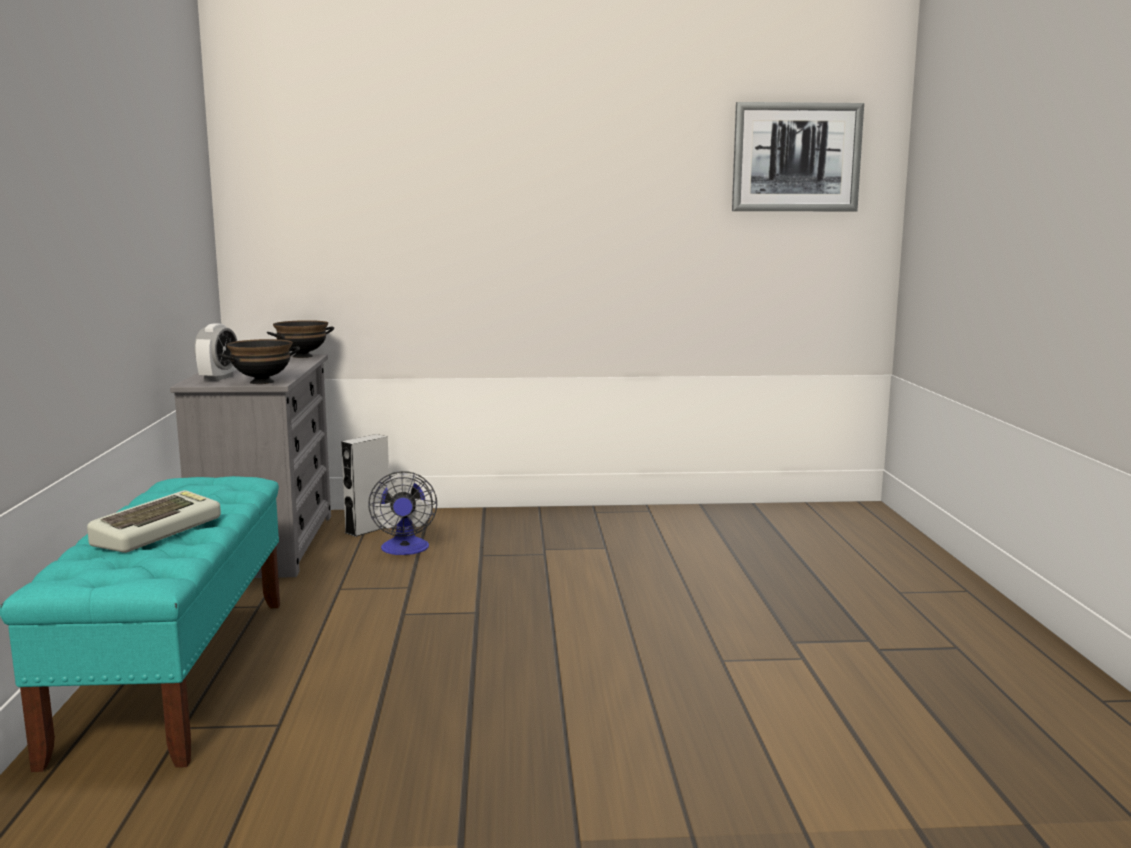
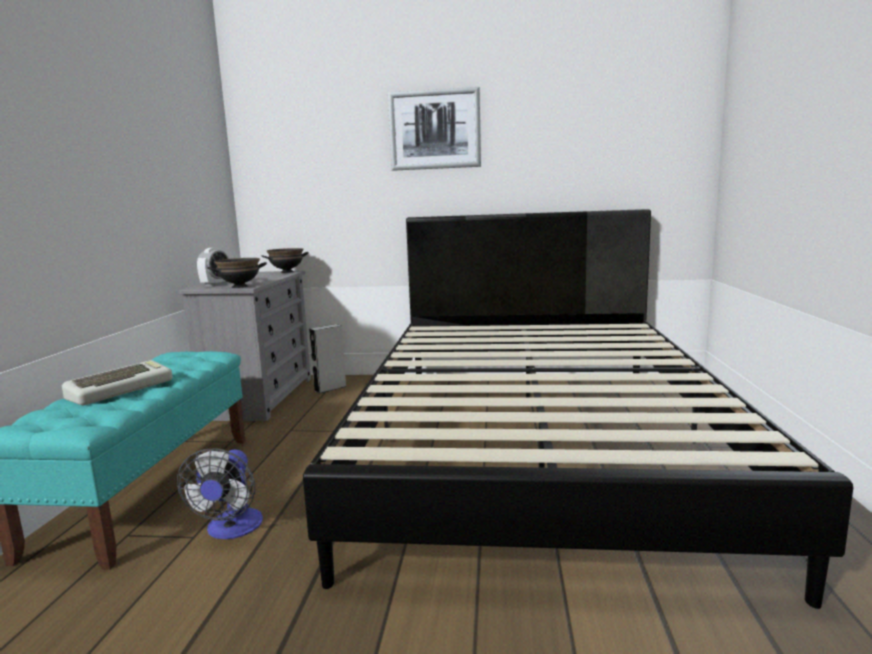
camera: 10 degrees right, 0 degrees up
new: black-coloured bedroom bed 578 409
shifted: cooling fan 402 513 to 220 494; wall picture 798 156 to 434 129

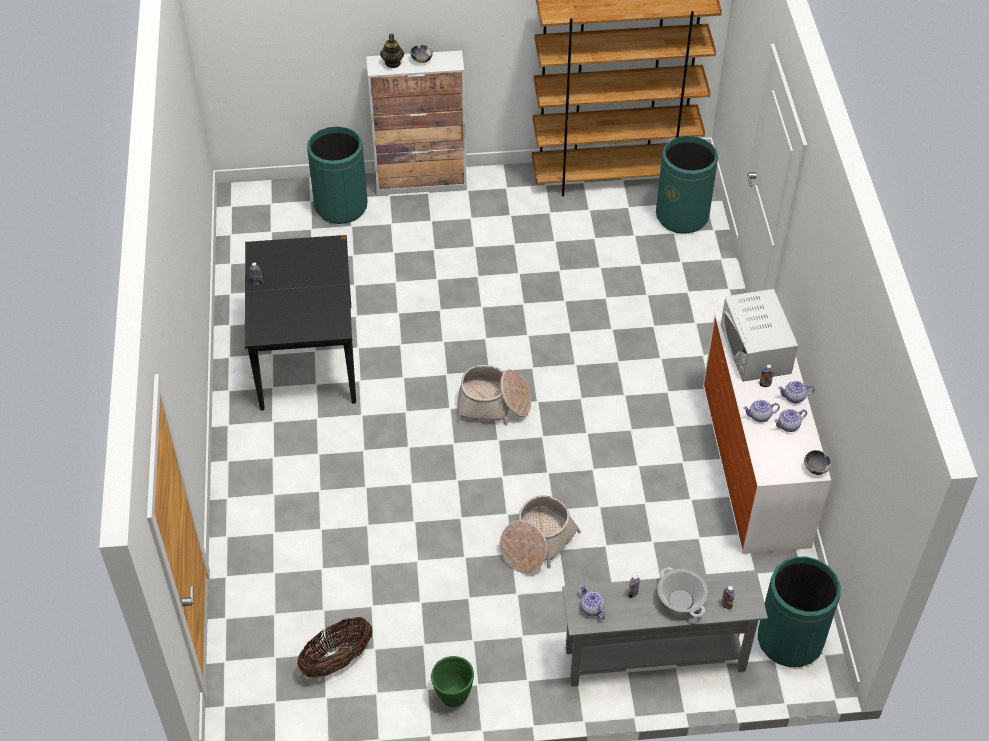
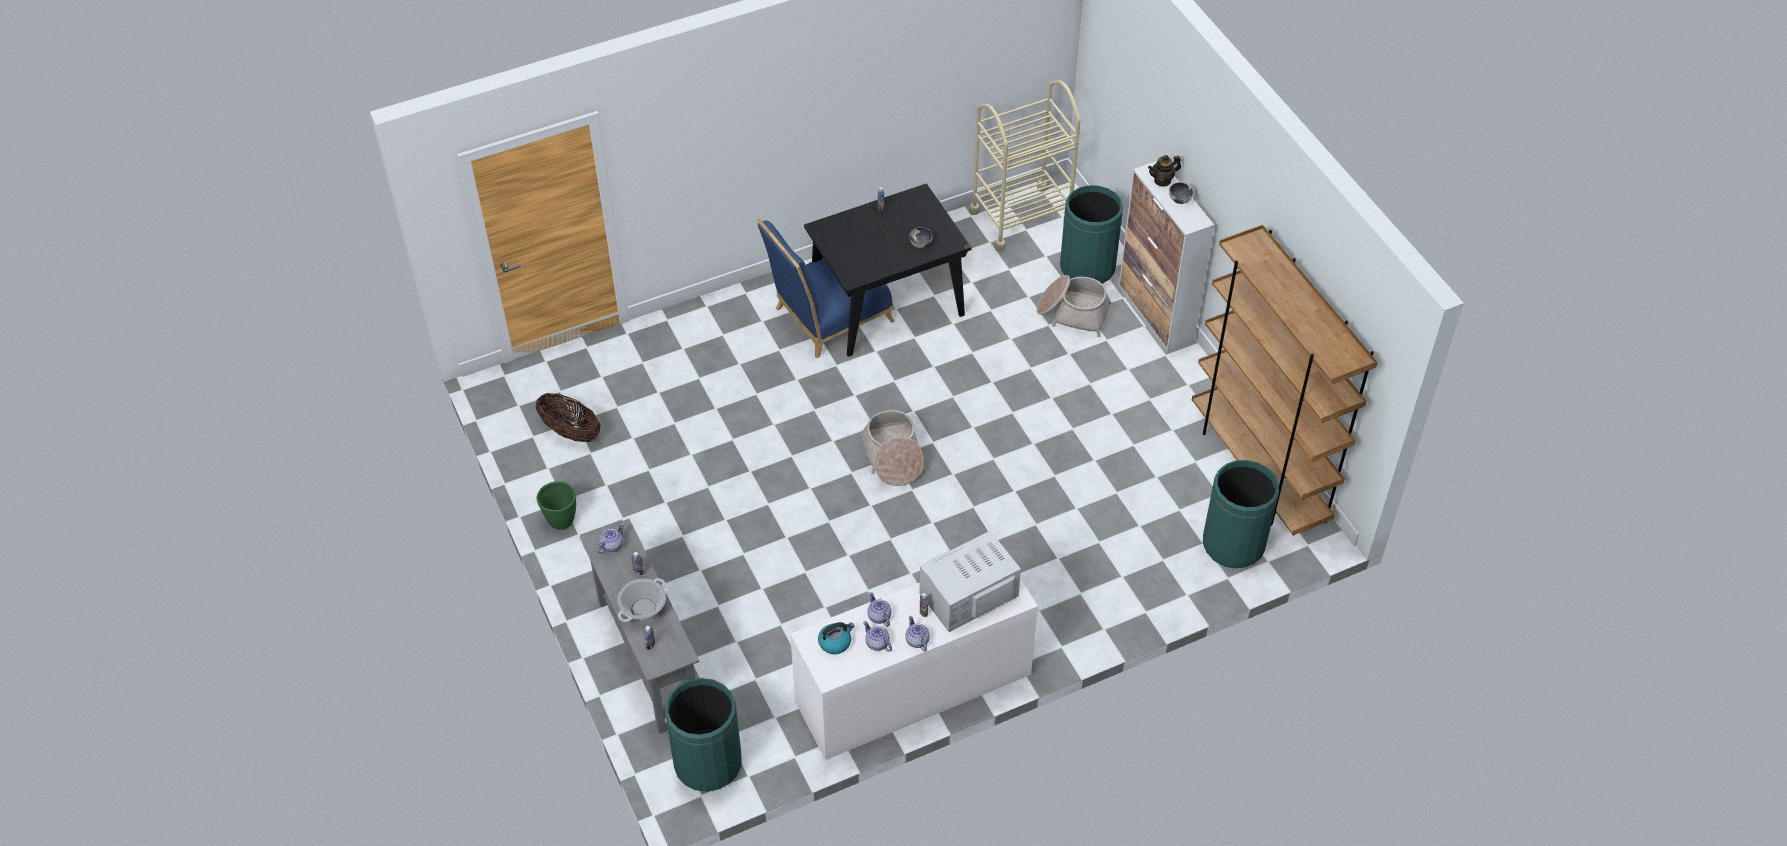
camera: 70 degrees right, 0 degrees up
new: bluish plain chair 826 288; tea kettle 836 638; beige-coloured trolley 1025 166
shifted: household basket 540 534 to 1074 306; serving bowl 817 462 to 921 237

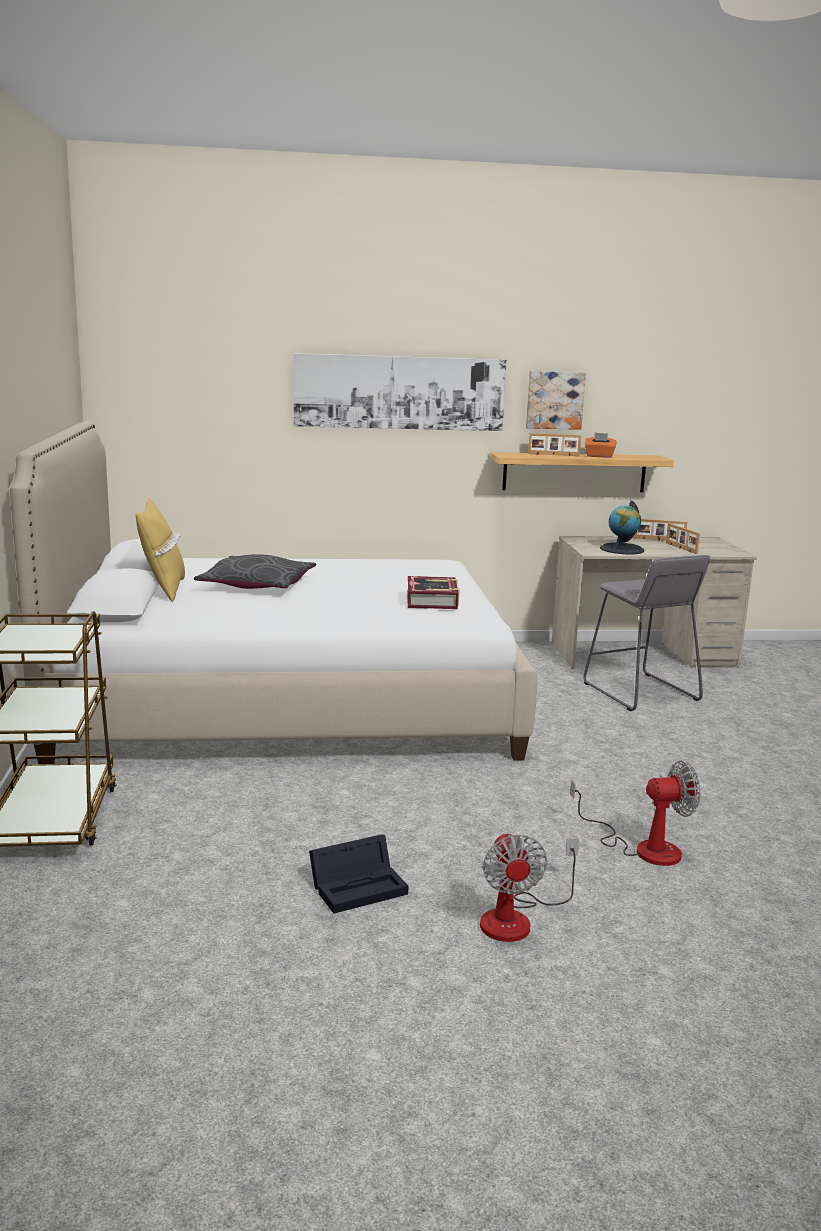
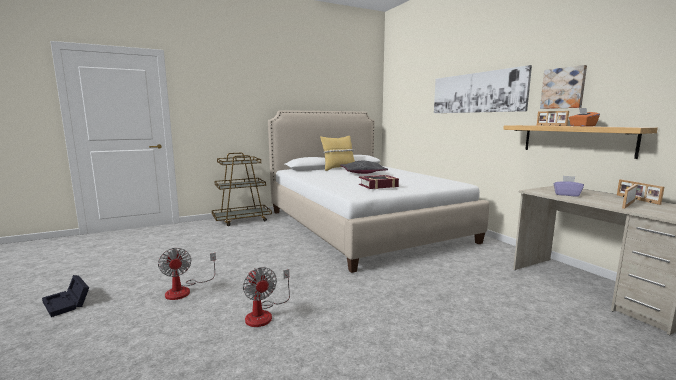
camera: 70 degrees right, 5 degrees down
gone: grey sitting stool 647 633
shifted: black-coloured storage bin 358 874 to 65 296
swapped: globe 622 527 to purplish box of tissues 569 186
rotated: cooling fan 529 887 = 187 274 90 degrees counterclockwise

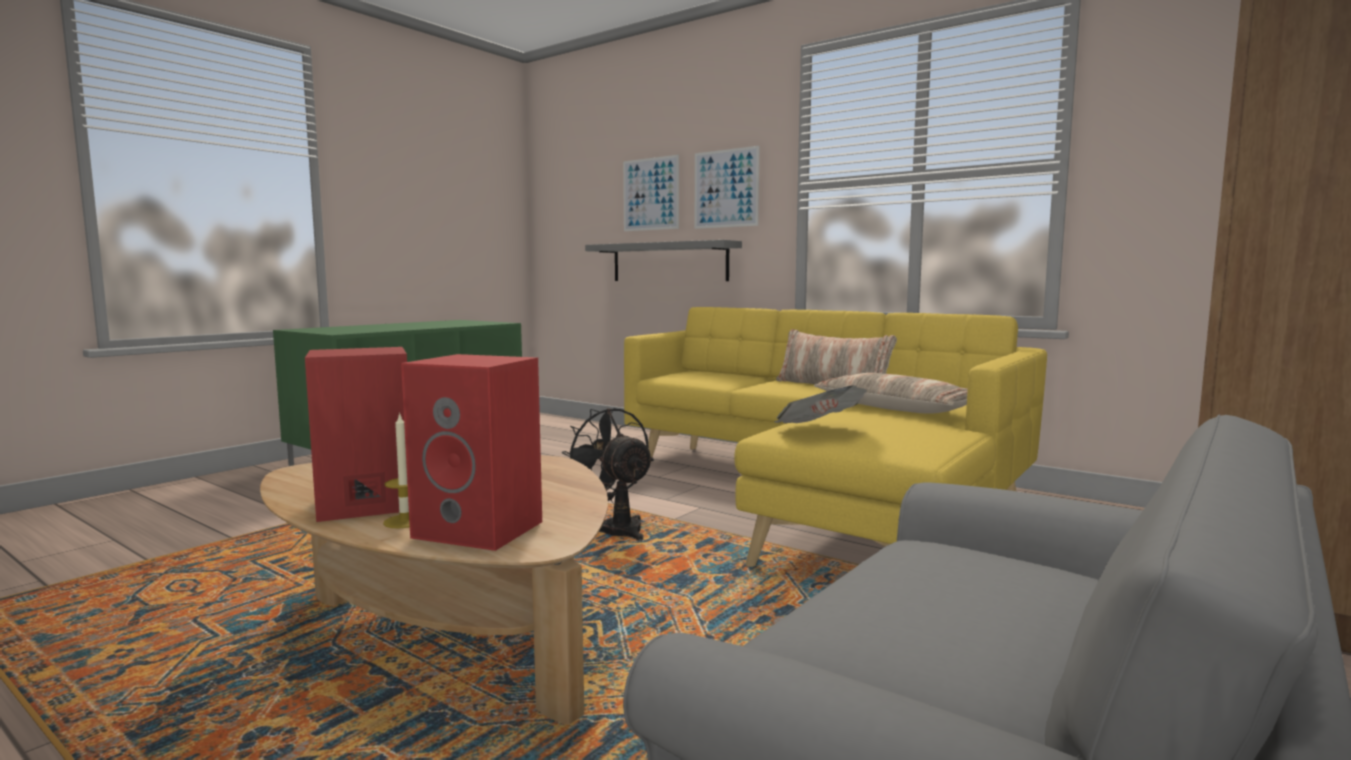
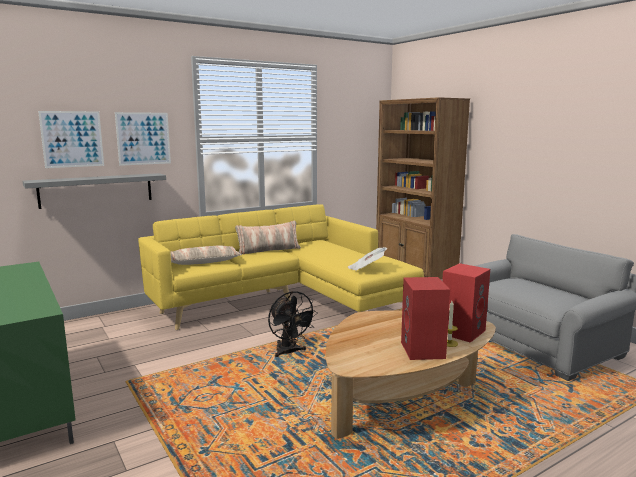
camera: 70 degrees left, 5 degrees up
shifted: throw pillow 891 393 to 206 255
rotated: black-coloured cooling fan 608 474 = 293 324 105 degrees counterclockwise

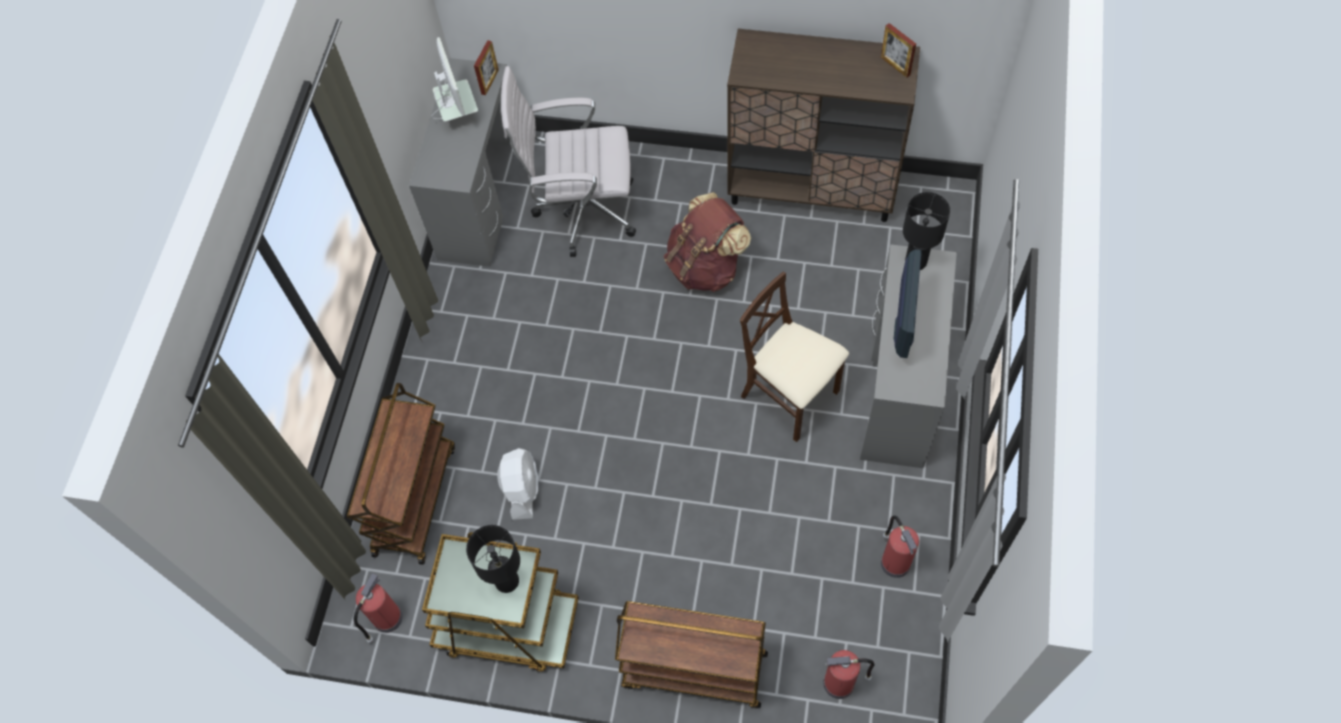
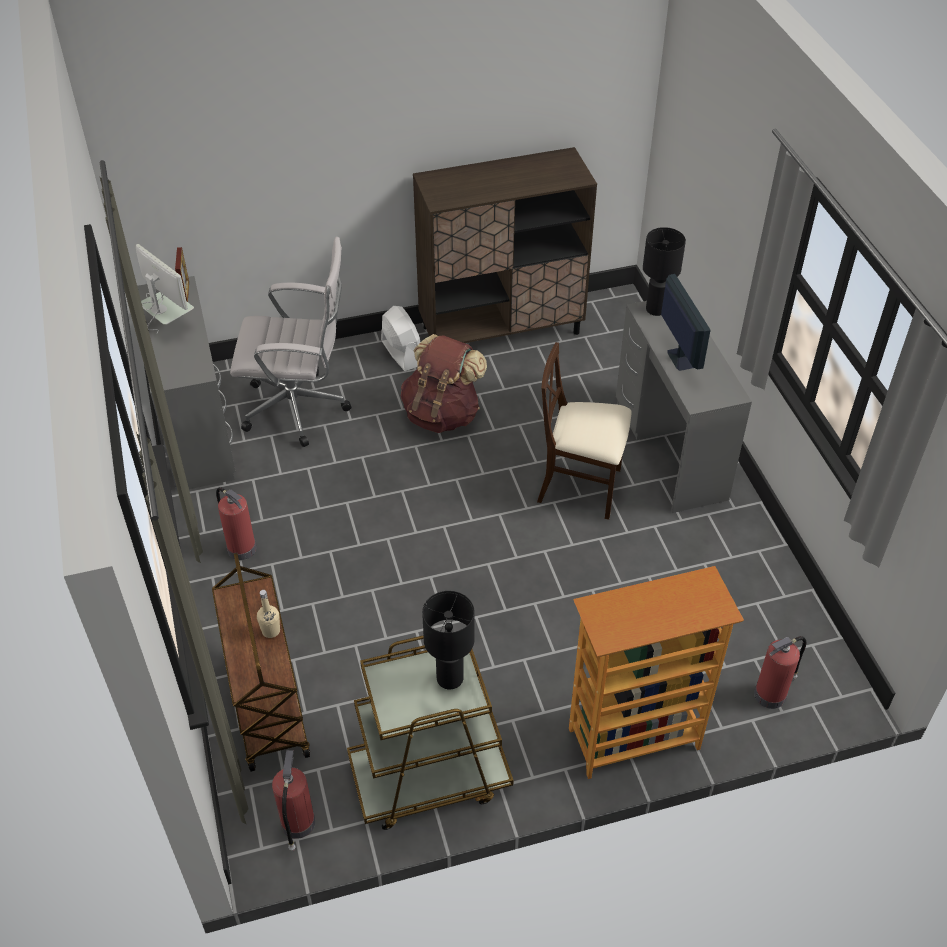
camera: 30 degrees left, 15 degrees down
gone: standing frame 898 50
new: beige-coloured beverage bottle 268 614
shifted: white cooling fan 517 484 to 401 338; extinguisher 900 546 to 236 523
swapped: brown-coloured trolley 691 654 to bookcase 656 672
rotated: white computer chair 568 161 = 290 342 150 degrees counterclockwise

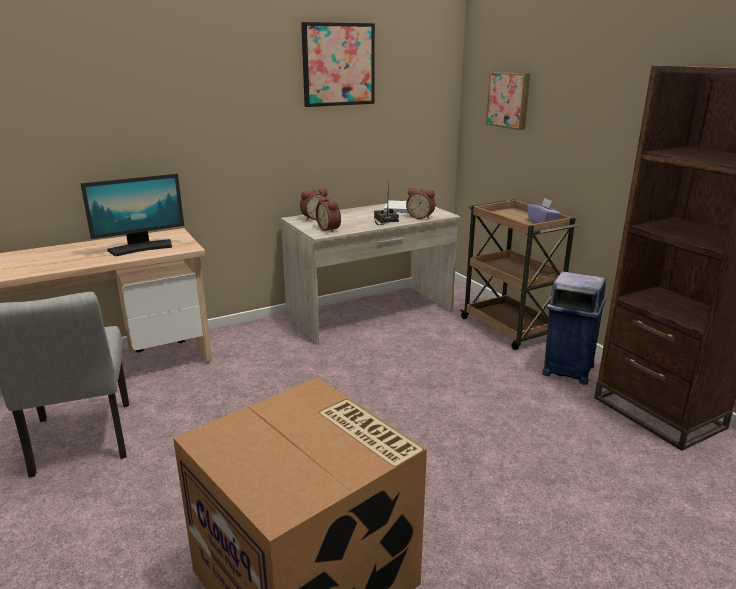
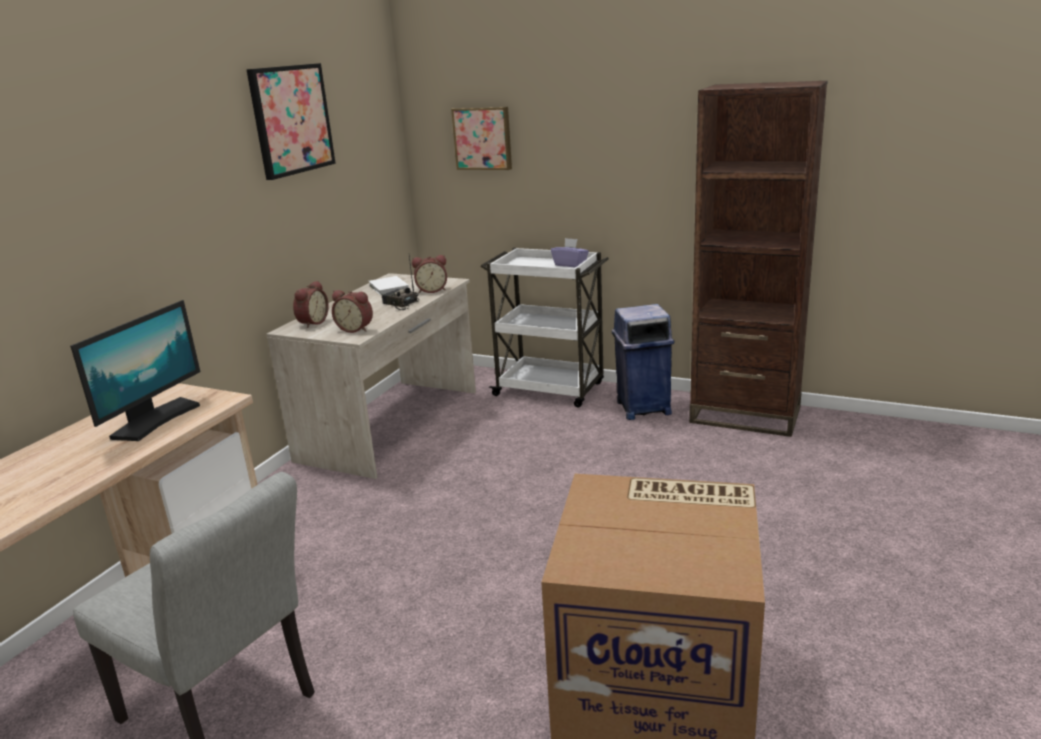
camera: 35 degrees left, 0 degrees up
repainted: brown-coloured trolley 519 274 to white trolley 544 327

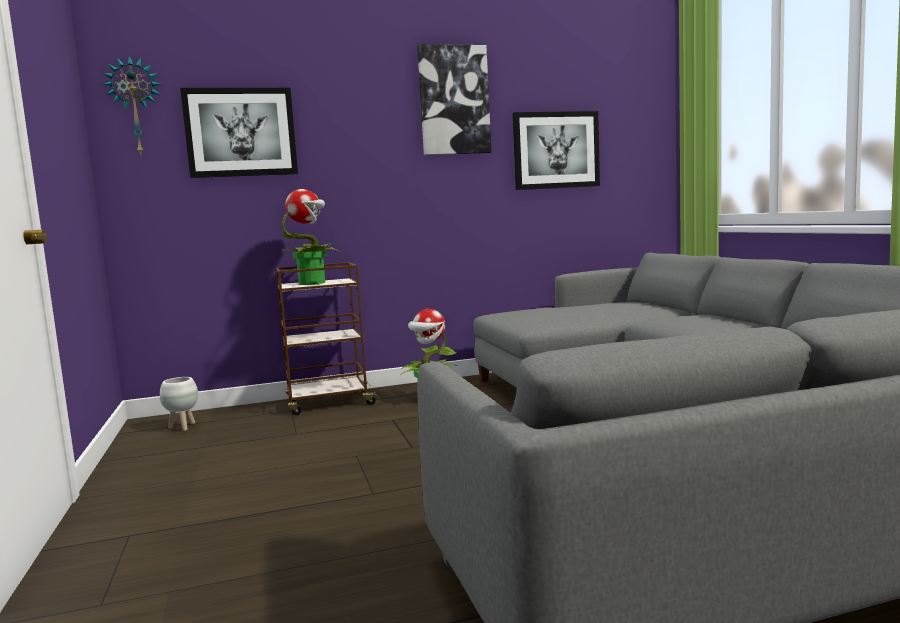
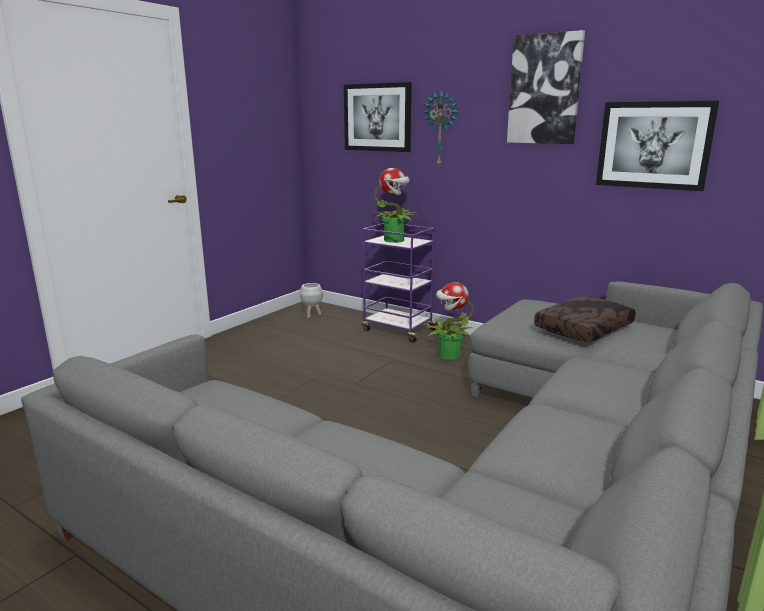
camera: 50 degrees right, 10 degrees up
new: brown-coloured throw pillow 585 319
shifted: hanging clock 132 105 to 441 127
repainted: brown-coloured trolley 328 338 to purplish trolley 400 283

